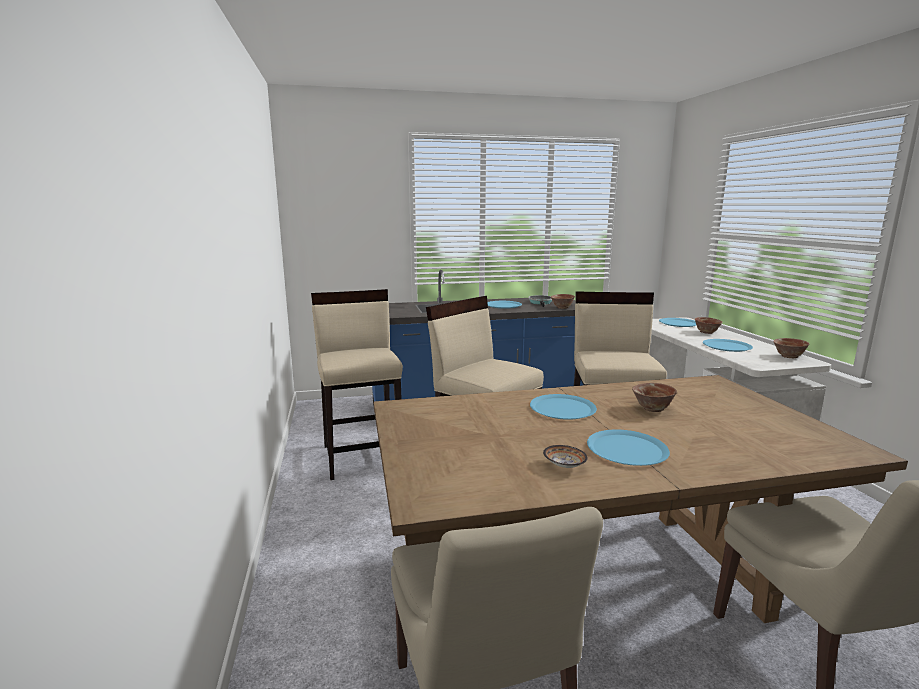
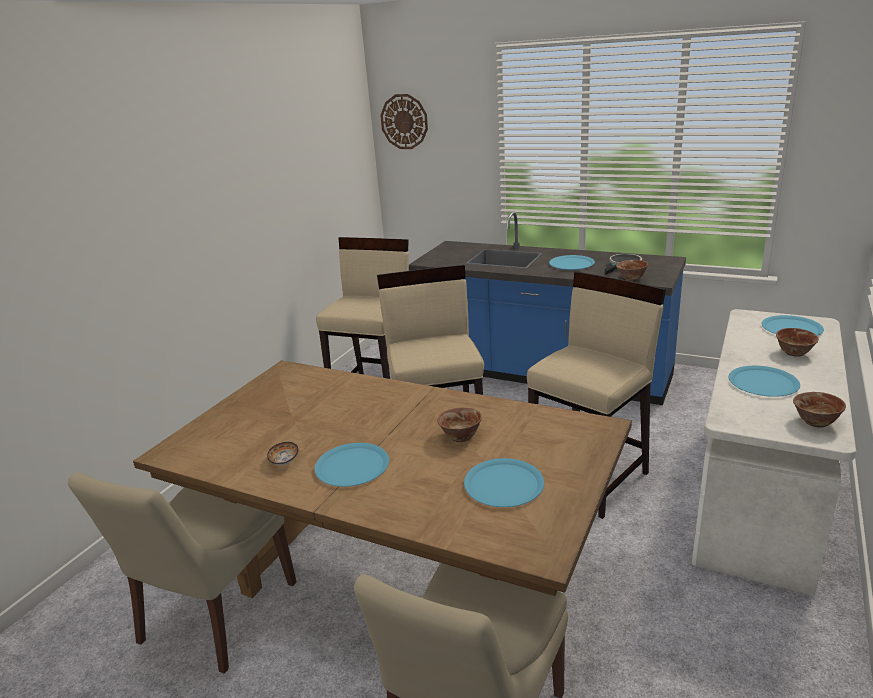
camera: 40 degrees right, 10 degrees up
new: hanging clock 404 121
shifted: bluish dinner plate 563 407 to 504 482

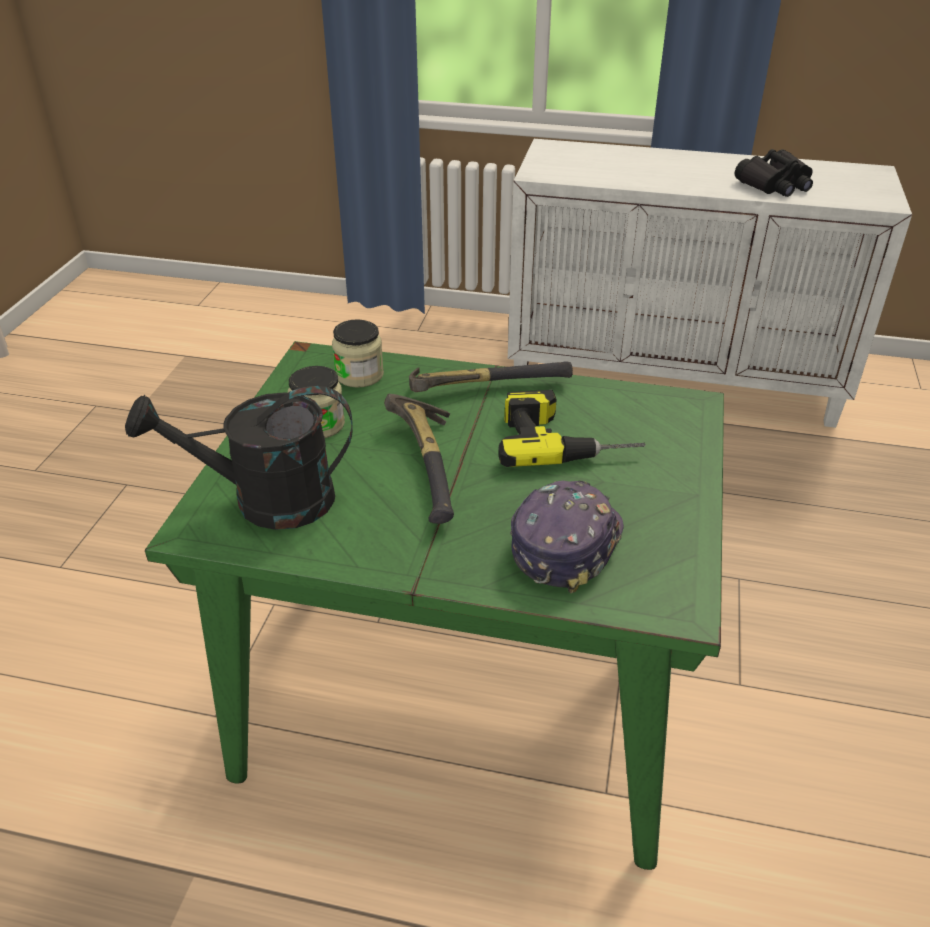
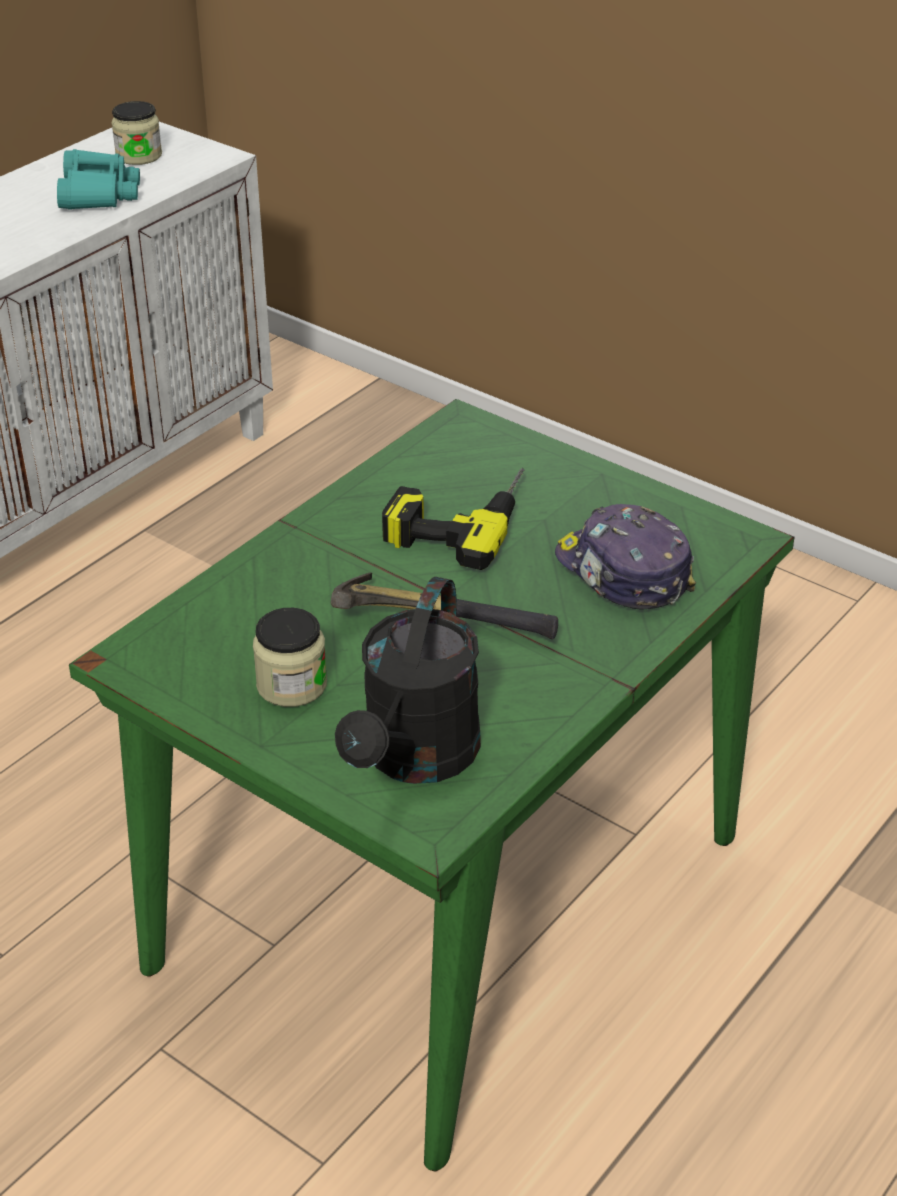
camera: 65 degrees left, 0 degrees up
gone: hammer 491 376
shifted: preserve jar 358 353 to 136 133
repainted: black-coloured binoculars 774 173 to turquoise binoculars 98 179

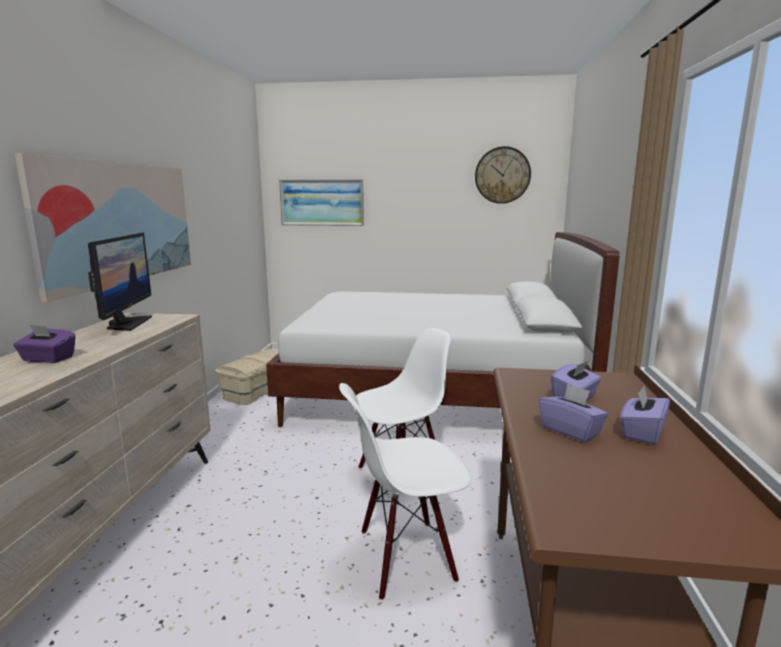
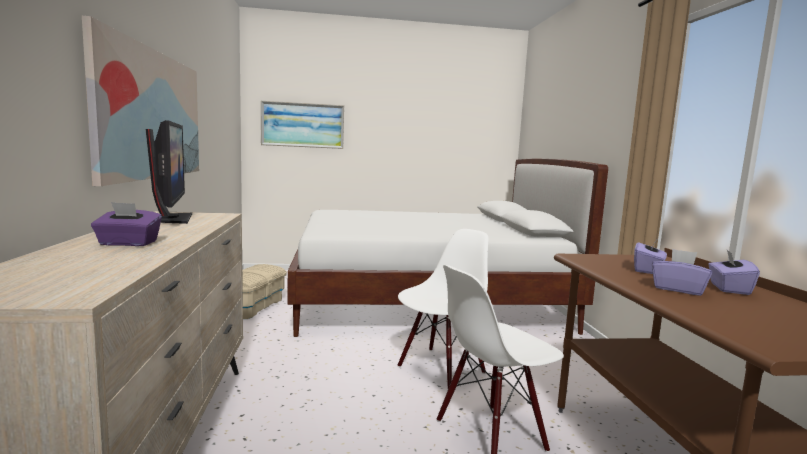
camera: 15 degrees left, 5 degrees down
gone: hanging clock 503 175

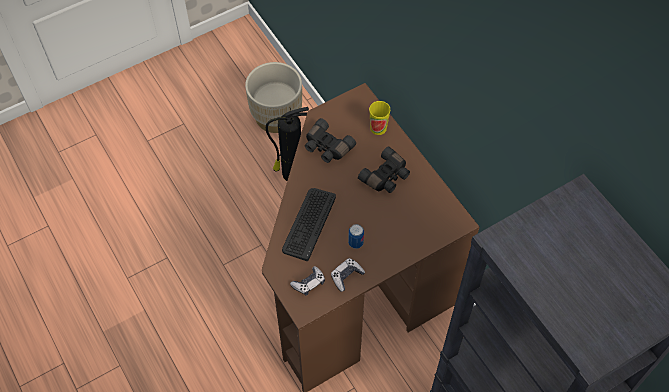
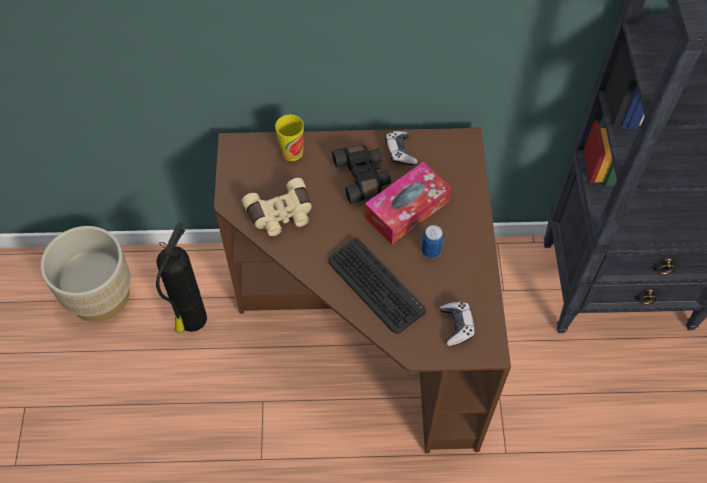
camera: 60 degrees left, 0 degrees up
new: box of tissues 408 203
shifted: joypad 348 275 to 401 148
repainted: black-coloured binoculars 330 140 to beige-coloured binoculars 276 207

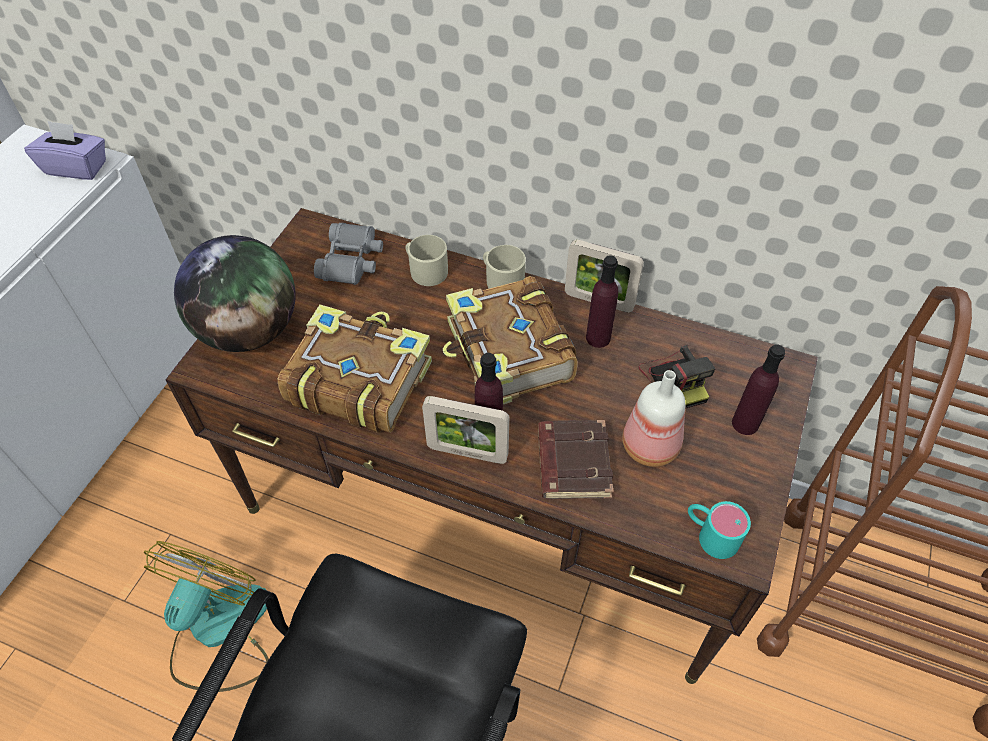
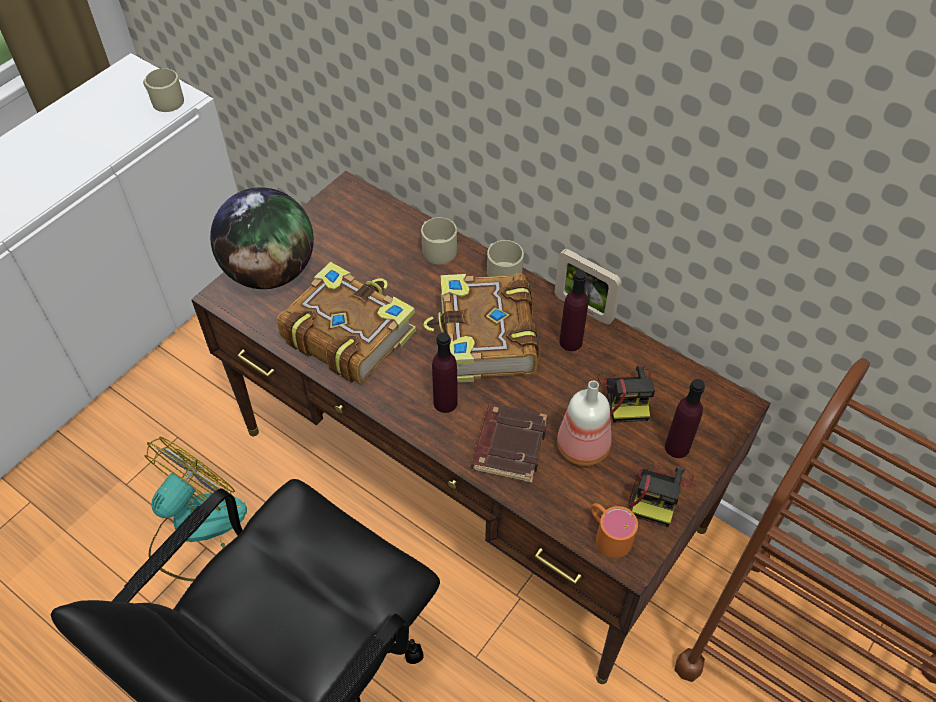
camera: 15 degrees right, 0 degrees up
gone: grey binoculars 348 254; standing frame 465 430
new: still camera 661 494
swapped: purplish box of tissues 65 150 to beige-coloured tea mug 163 90
repainted: turquoise tea mug 719 530 to orange tea mug 614 530

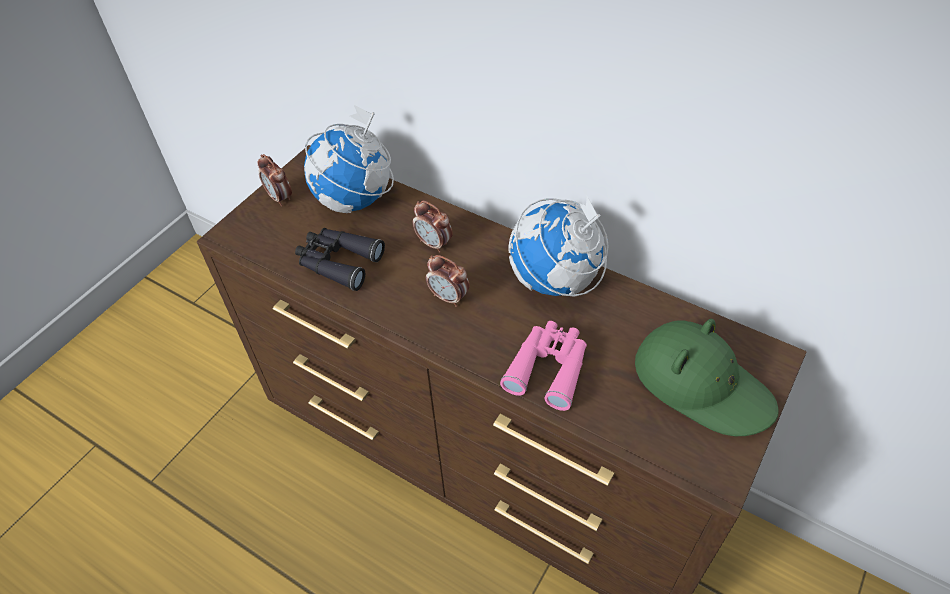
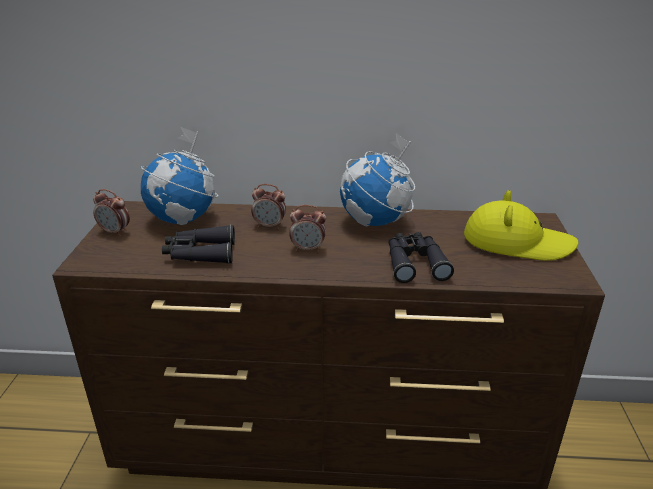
camera: 30 degrees left, 20 degrees down
repainted: pink binoculars 543 366 to black-coloured binoculars 421 257; greenish hat 706 377 to yellowish hat 521 225

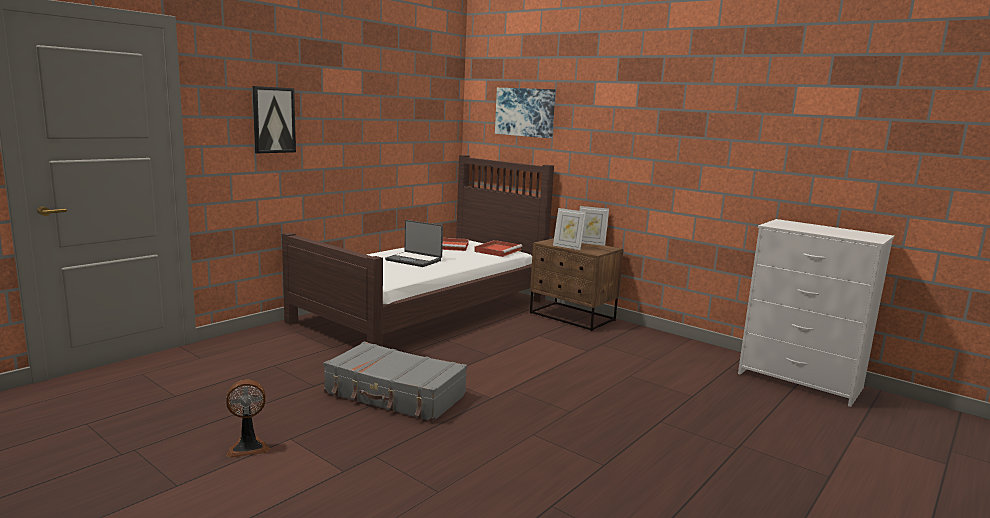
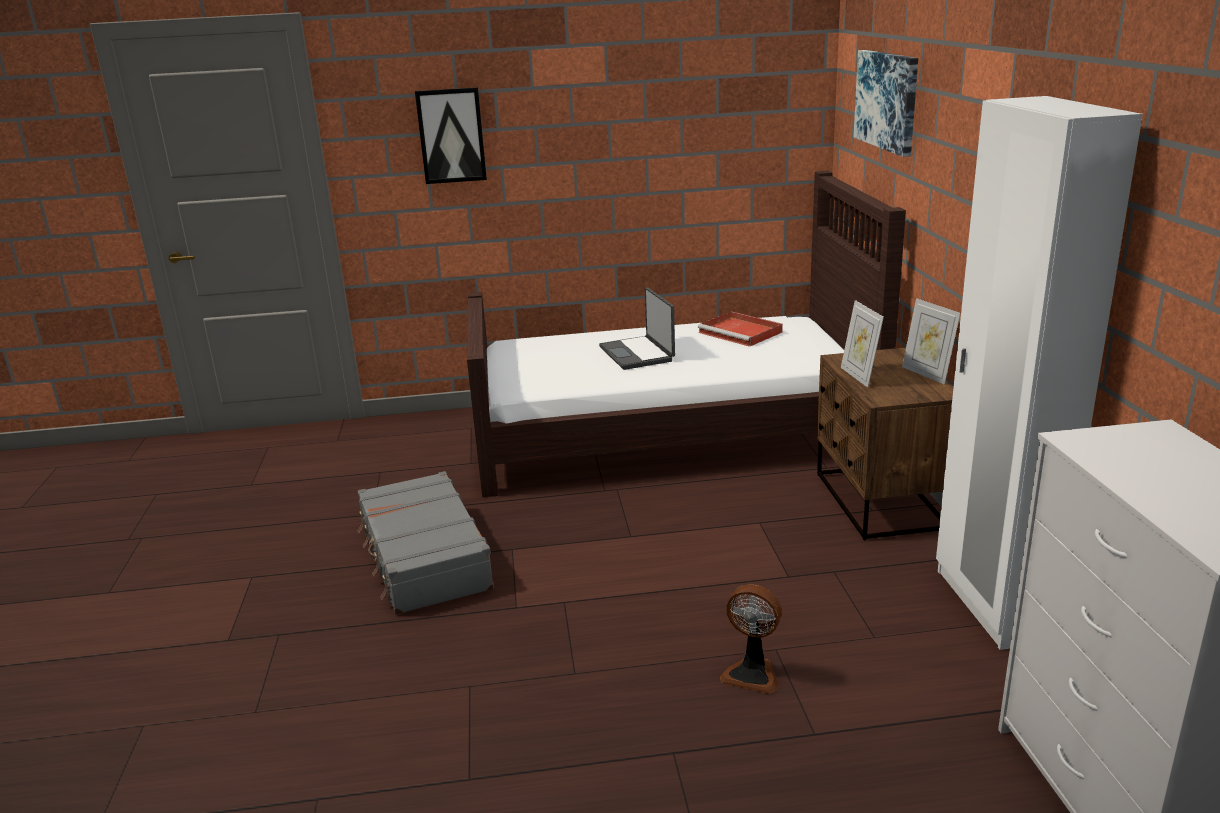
camera: 45 degrees right, 10 degrees up
gone: reddish tray 498 248
new: white armoire 1039 373
shifted: cooling fan 248 419 to 751 639

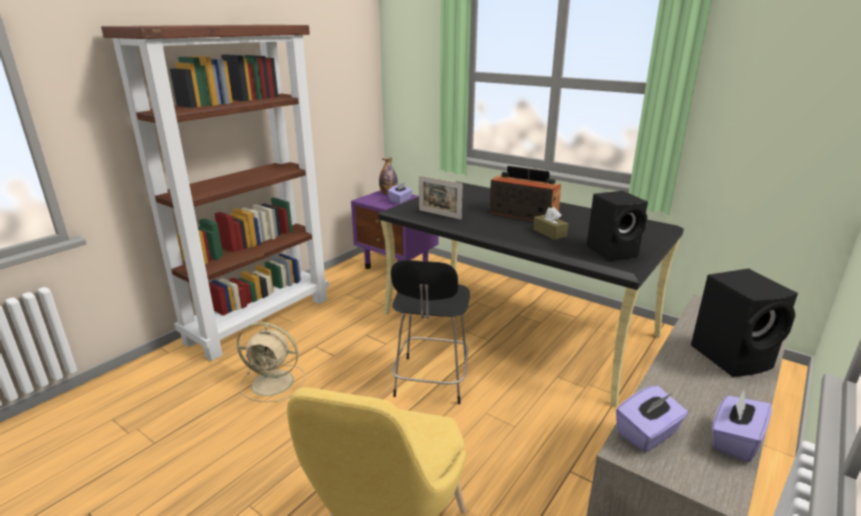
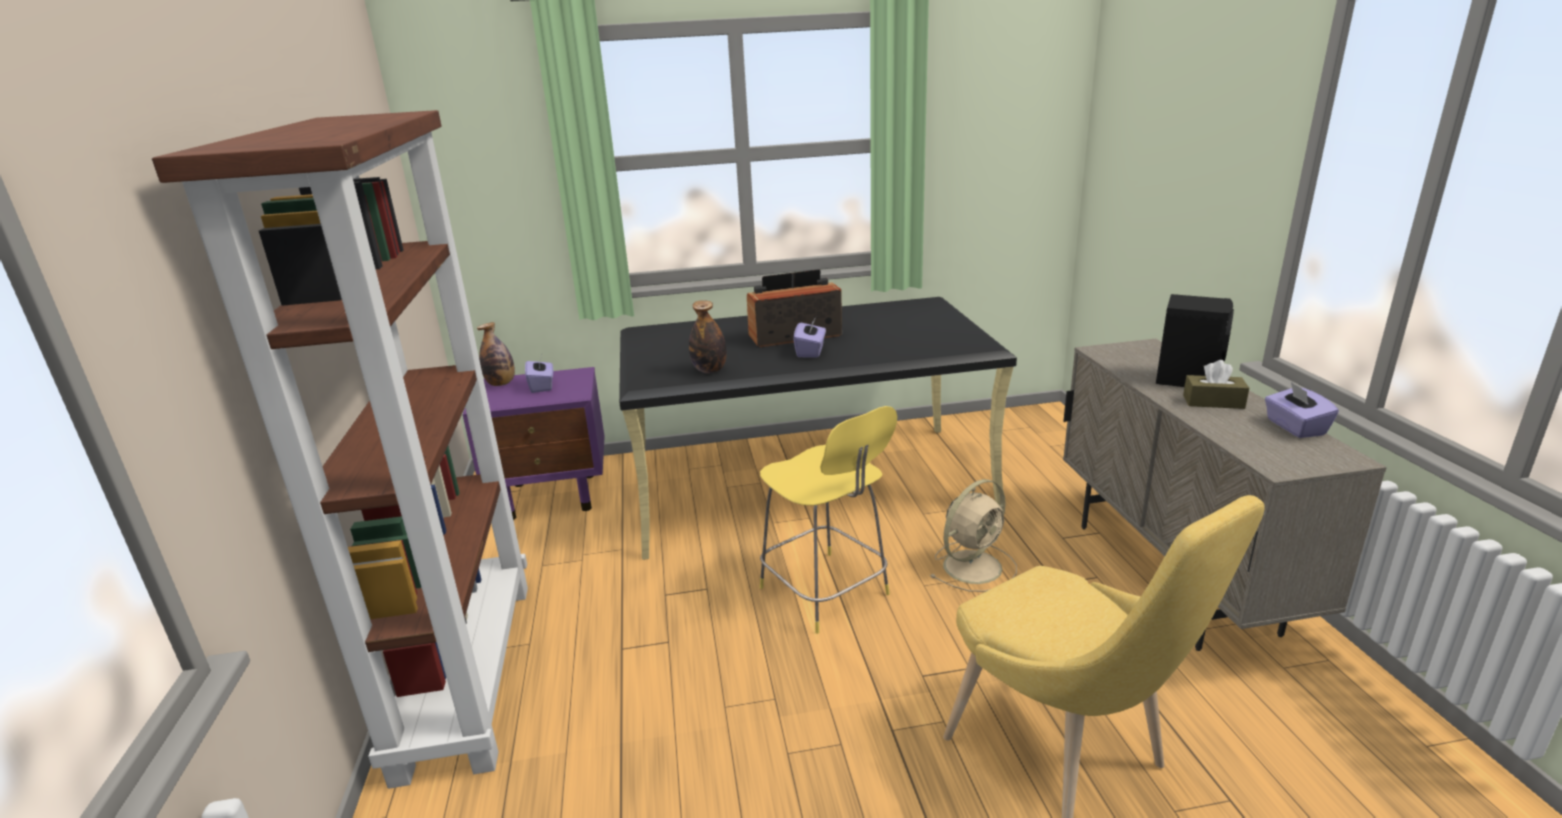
camera: 45 degrees left, 0 degrees up
gone: black-coloured loudspeaker 617 226
shifted: beige-coloured cooling fan 271 362 to 973 535; brown-coloured box of tissues 551 223 to 1216 384; purplish box of tissues 652 418 to 809 337
swapped: standing frame 440 197 to beverage bottle 708 336
repainted: black-coloured sitting stool 430 332 to yellowish sitting stool 828 520

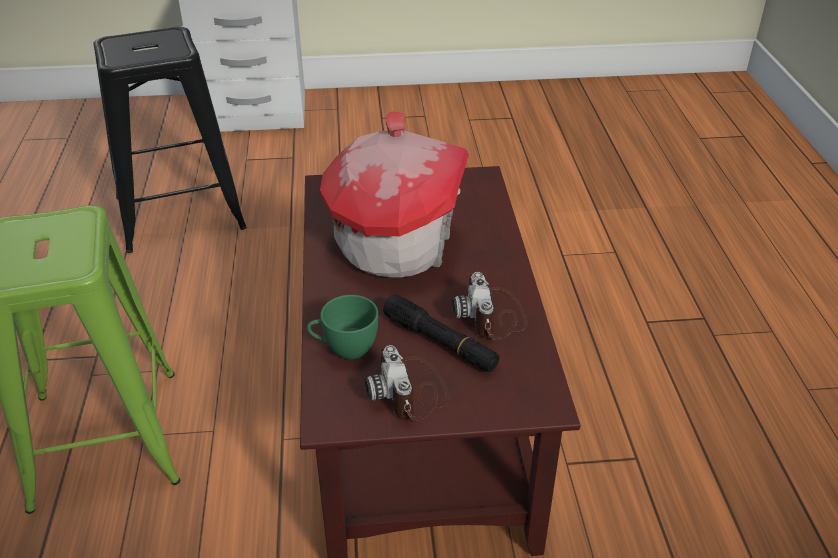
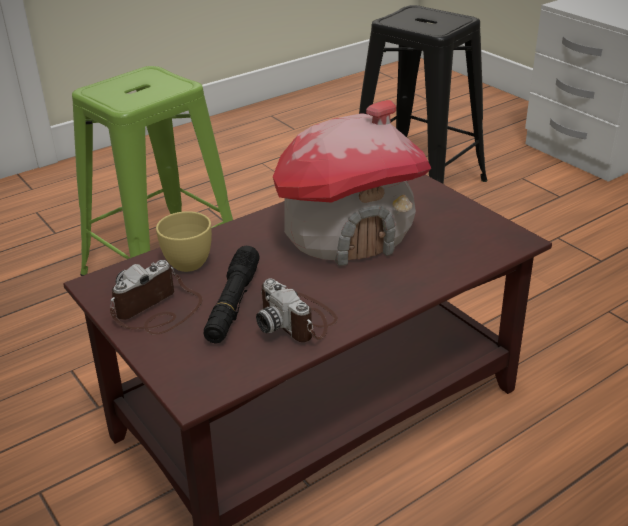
camera: 60 degrees right, 5 degrees down
repainted: greenish cup 342 327 to yellowish cup 184 241
rotated: still camera 490 306 = 297 310 90 degrees counterclockwise

